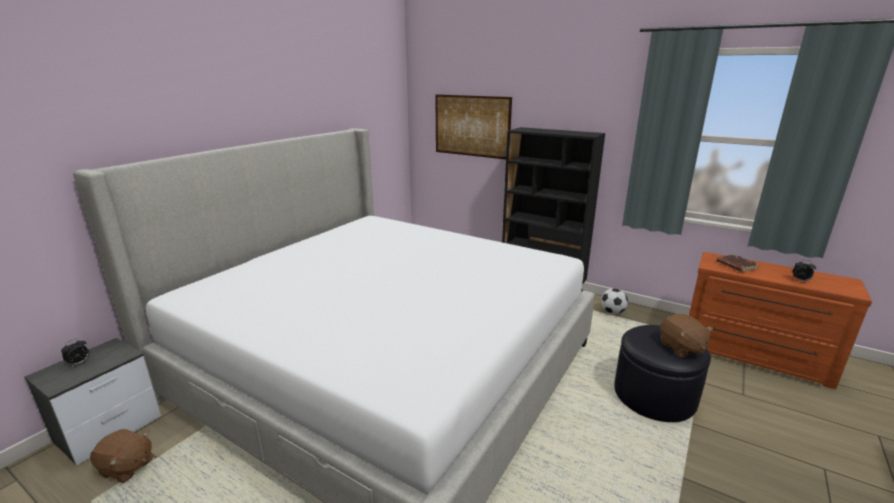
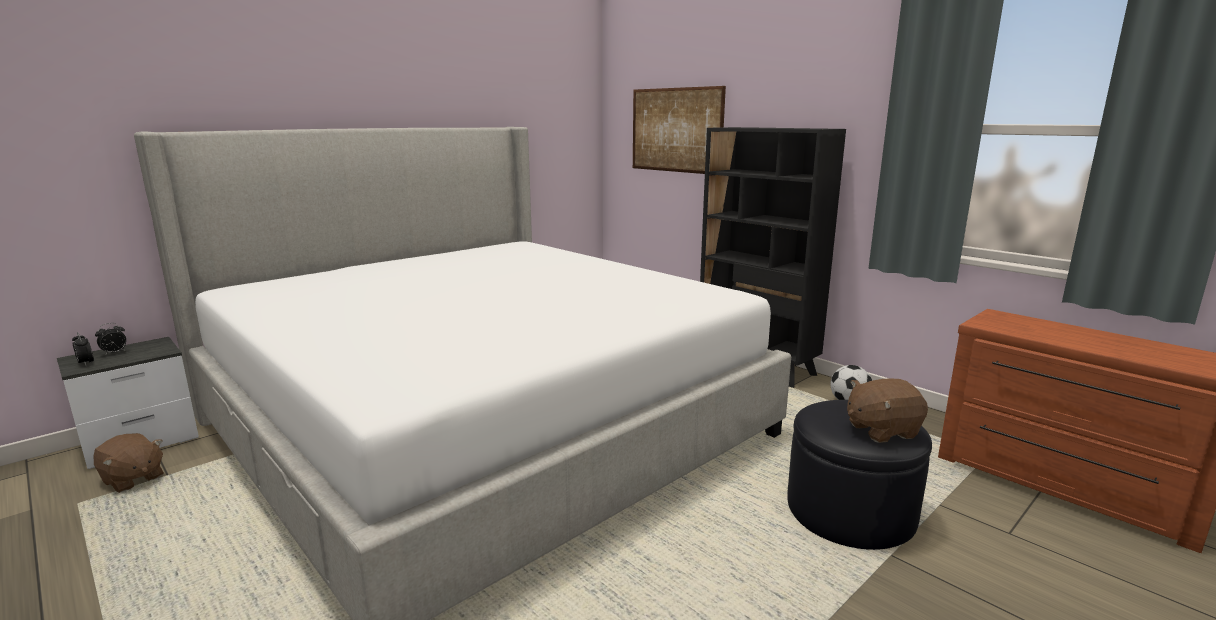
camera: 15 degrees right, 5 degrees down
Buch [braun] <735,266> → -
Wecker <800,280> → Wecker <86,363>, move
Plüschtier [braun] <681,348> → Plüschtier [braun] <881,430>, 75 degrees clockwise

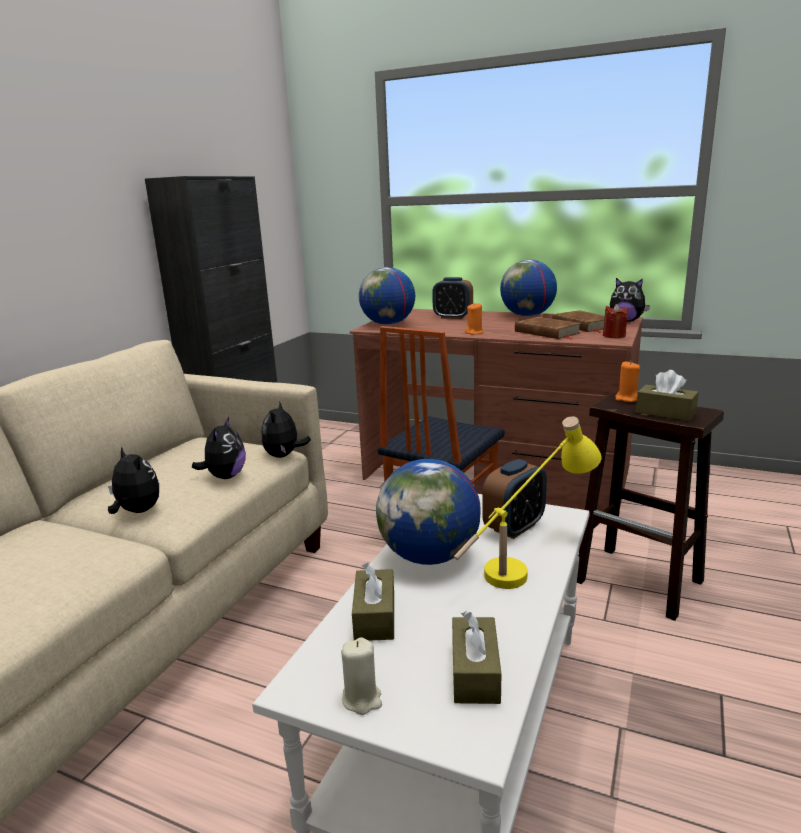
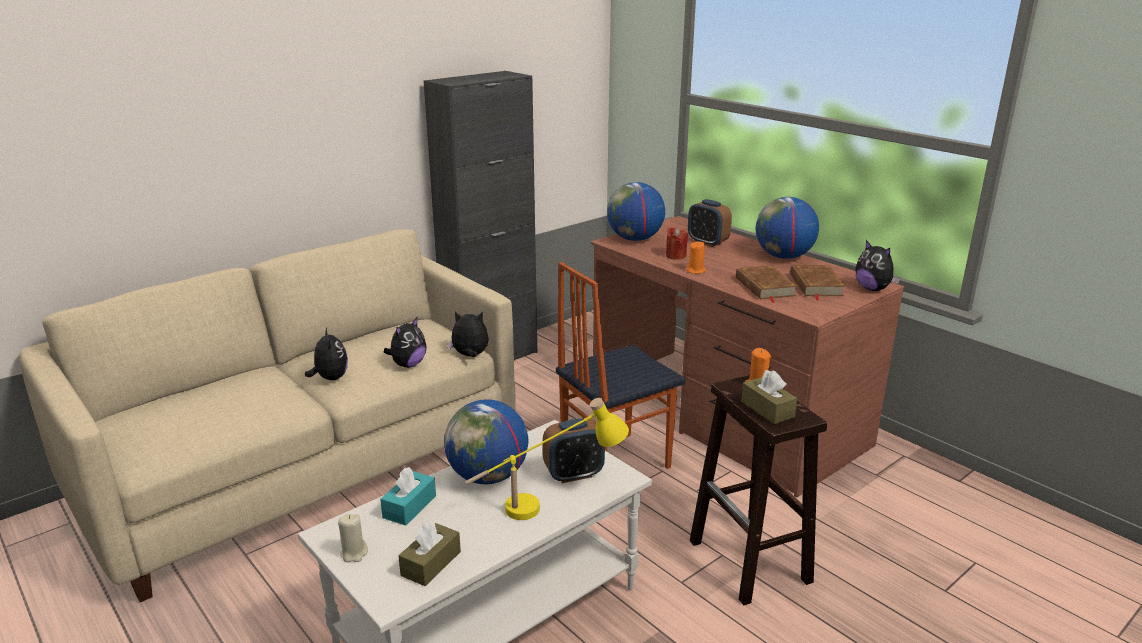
camera: 25 degrees right, 5 degrees up
Kerze [rot] <614,336> → Kerze [rot] <675,256>, move
Plüschtier <284,456> → Plüschtier <470,356>, 60 degrees clockwise
Taschentuchbox [braun] <375,616> → Taschentuchbox [türkis] <409,507>

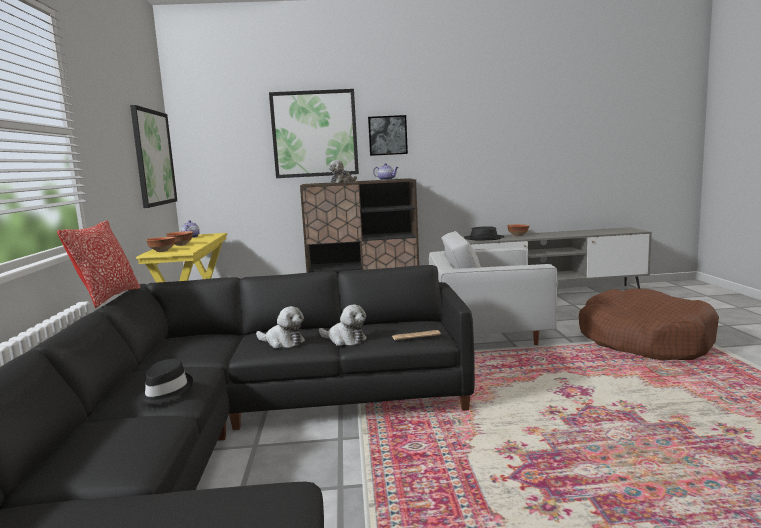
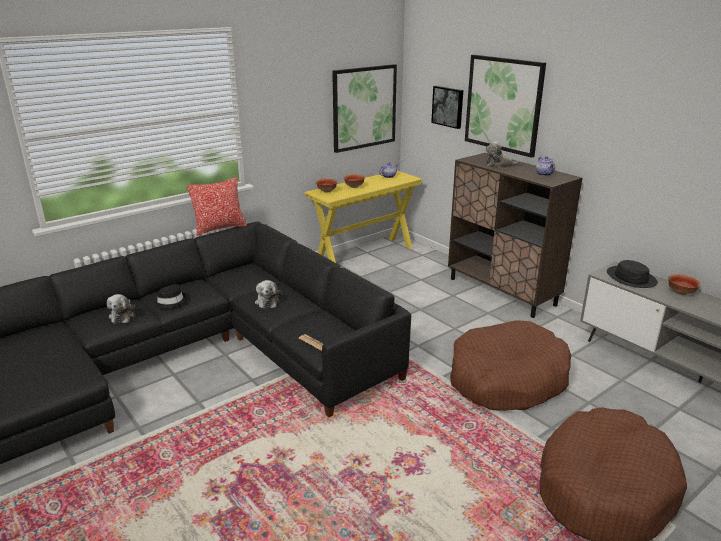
camera: 55 degrees right, 15 degrees up
Bild <387,135> → Bild <448,106>, move
Sessel [weiß] <489,334> → Hundebett [braun] <506,379>
Plüschtier <345,340> → Plüschtier <123,316>, move

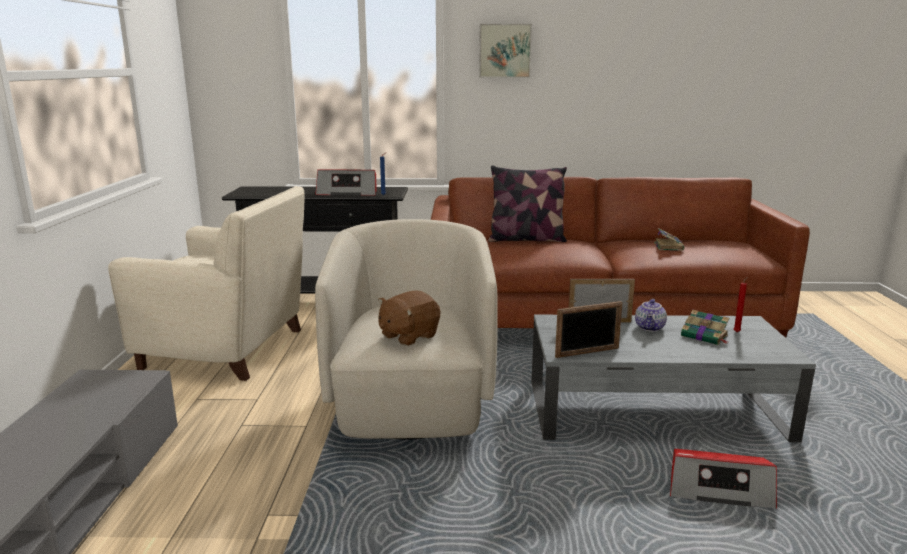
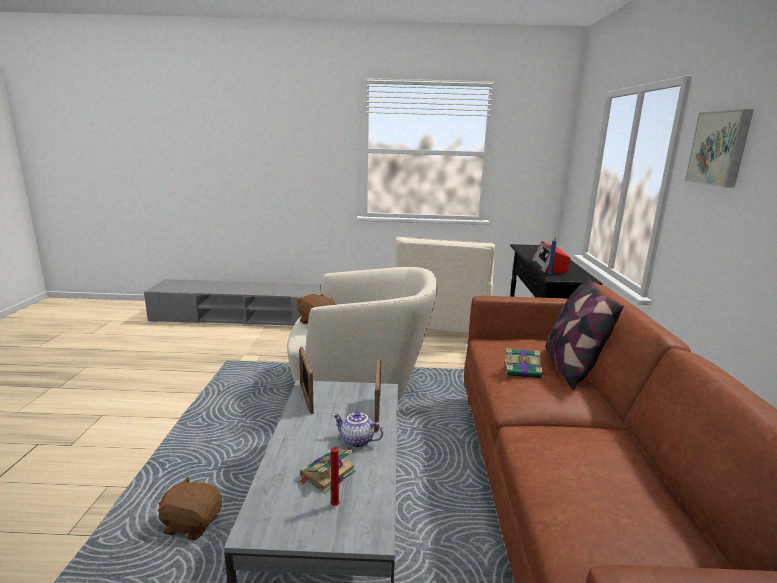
camera: 90 degrees right, 0 degrees up
Buch <668,246> → Buch <523,371>, move
Radio <718,490> → Plüschtier [braun] <192,523>

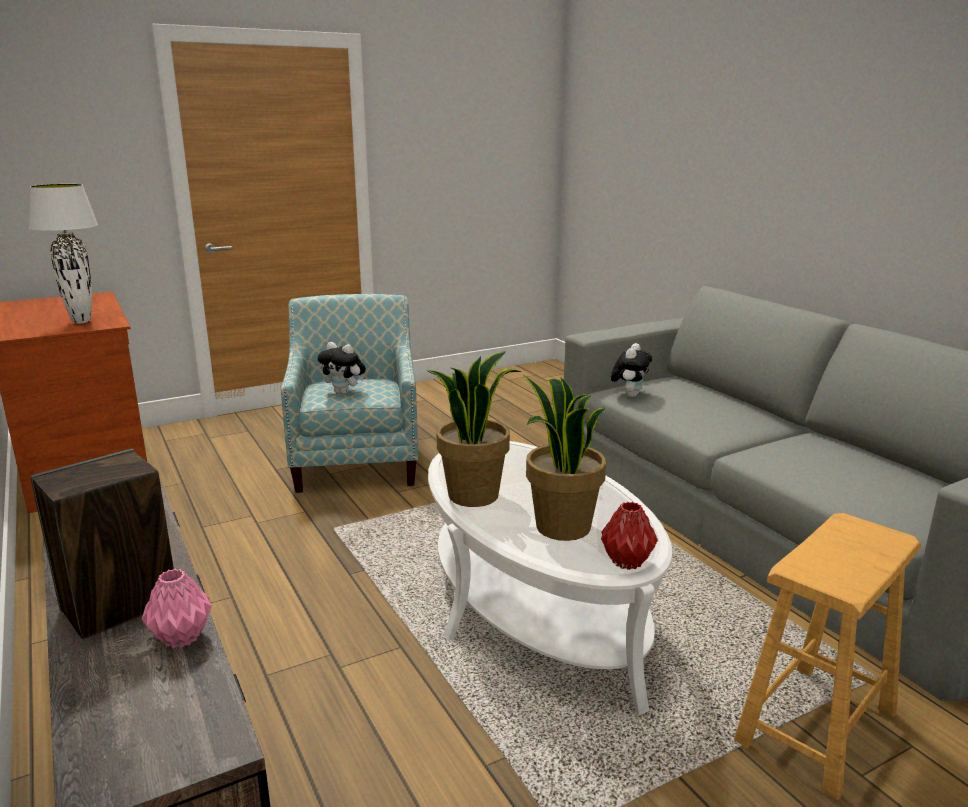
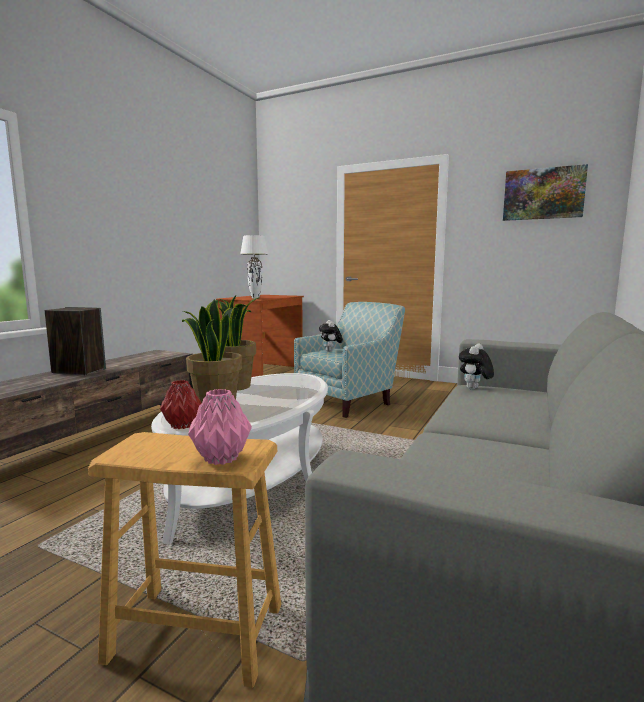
camera: 55 degrees right, 10 degrees down
Plüschtier <629,395> → Plüschtier <474,389>, 135 degrees clockwise
Vase [rosa] <180,638> → Vase [rosa] <220,458>, move
- → Bild <543,194>

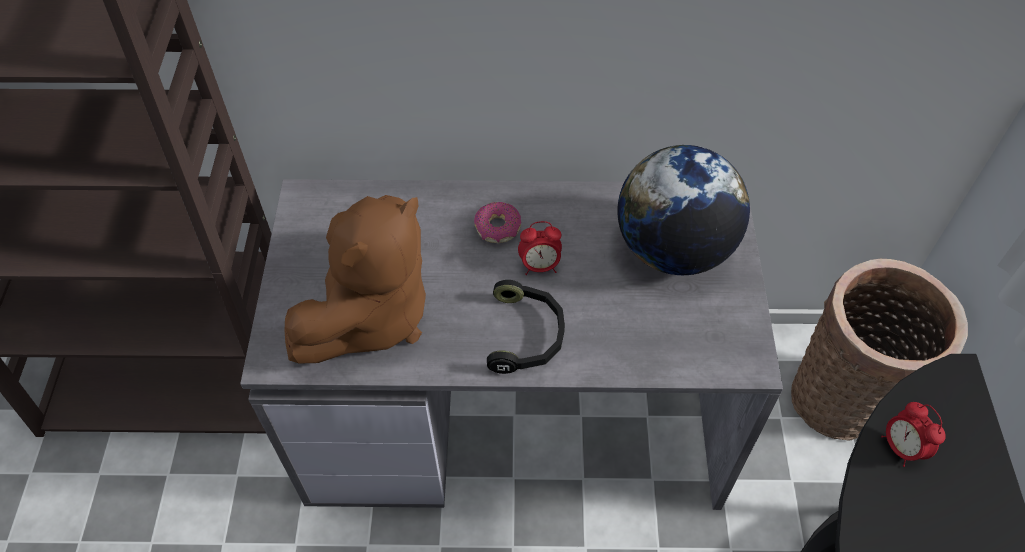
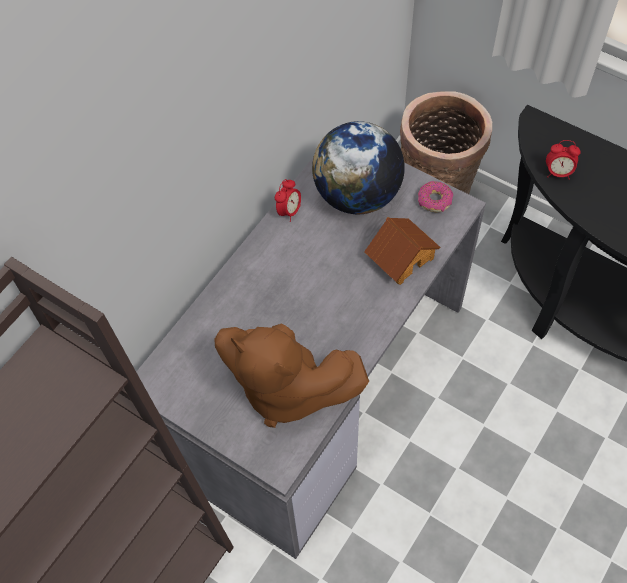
camera: 55 degrees left, 5 degrees up
Plüschtier [braun] <371,315> → Plüschtier [braun] <286,388>, 135 degrees clockwise
Donut <497,228> → Donut <434,201>, move
Wecker <540,266> → Wecker <289,211>, move
Kopfhörer [schwarz] <526,335> → -
- → Spielzeughaus <401,257>

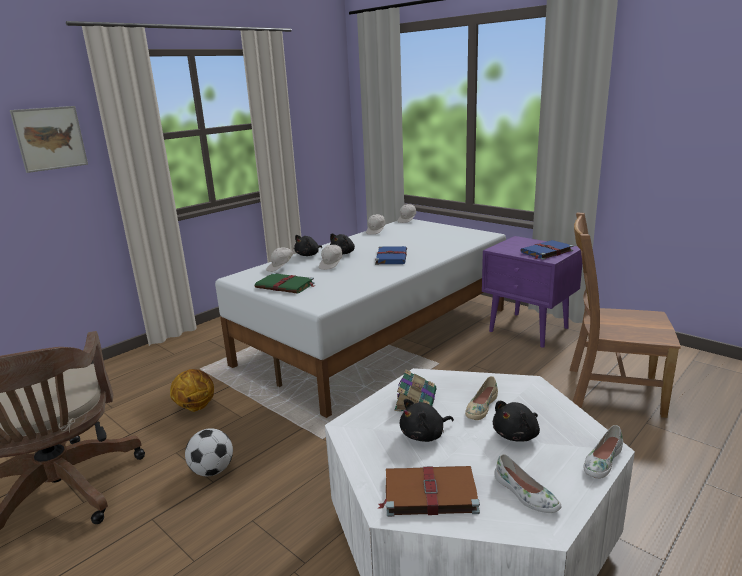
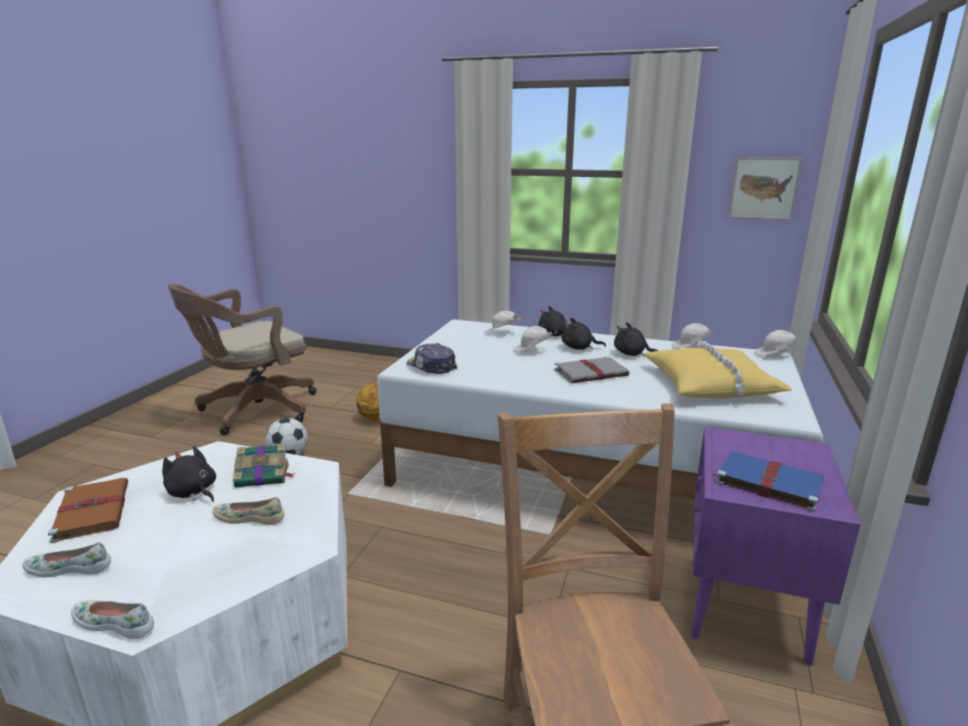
camera: 65 degrees right, 0 degrees up
Bild <50,138> → Bild <764,188>, move
Buch [blau] <391,257> → Buch [grau] <592,373>
Buch [grün] <286,286> → -
Plüschtier [schwarz] <517,435> → Plüschtier [schwarz] <632,354>, move
Schuh [weiß] <525,494> → Schuh [weiß] <69,568>, 60 degrees clockwise
- → Kissen [gelb] <711,384>
- → Kappe <431,367>

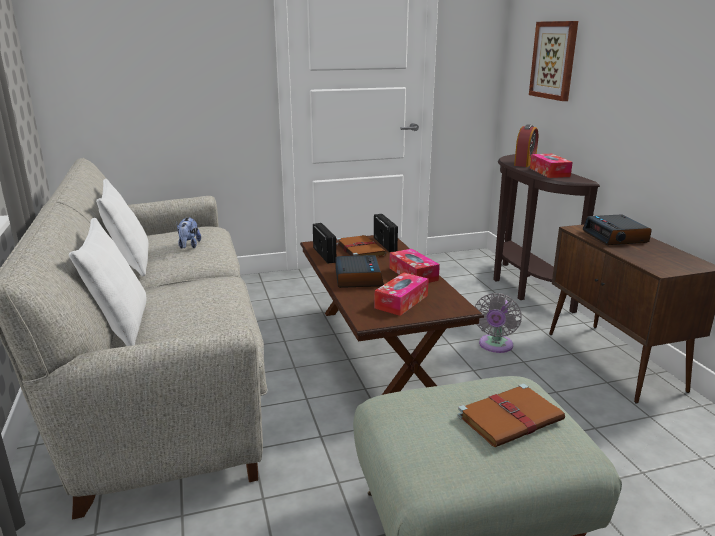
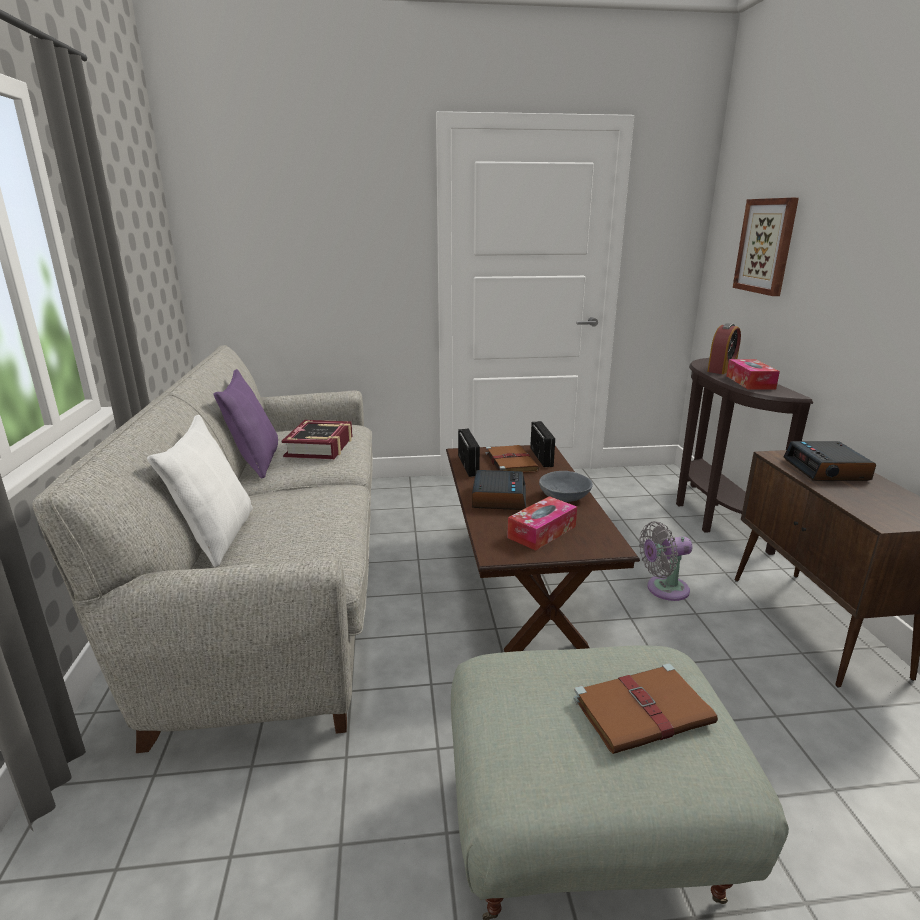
camera: 10 degrees right, 0 degrees up
Kissen [weiß] <130,262> → Kissen [lila] <255,461>
Plüschtier <189,246> → Buch <320,447>
Taschentuchbox <413,274> → Schüssel [grau] <565,497>
Ventilator [grau] <495,346> → Ventilator [grau] <663,589>, 45 degrees clockwise

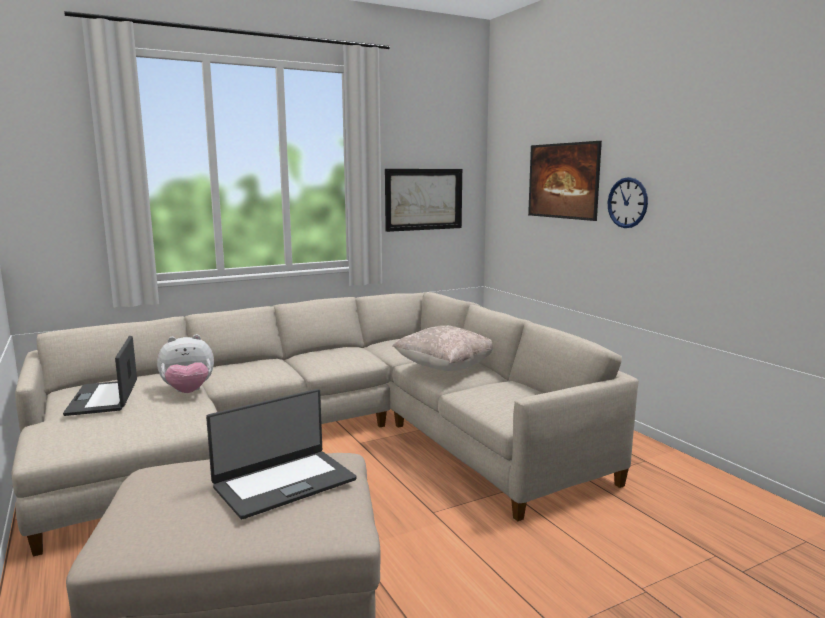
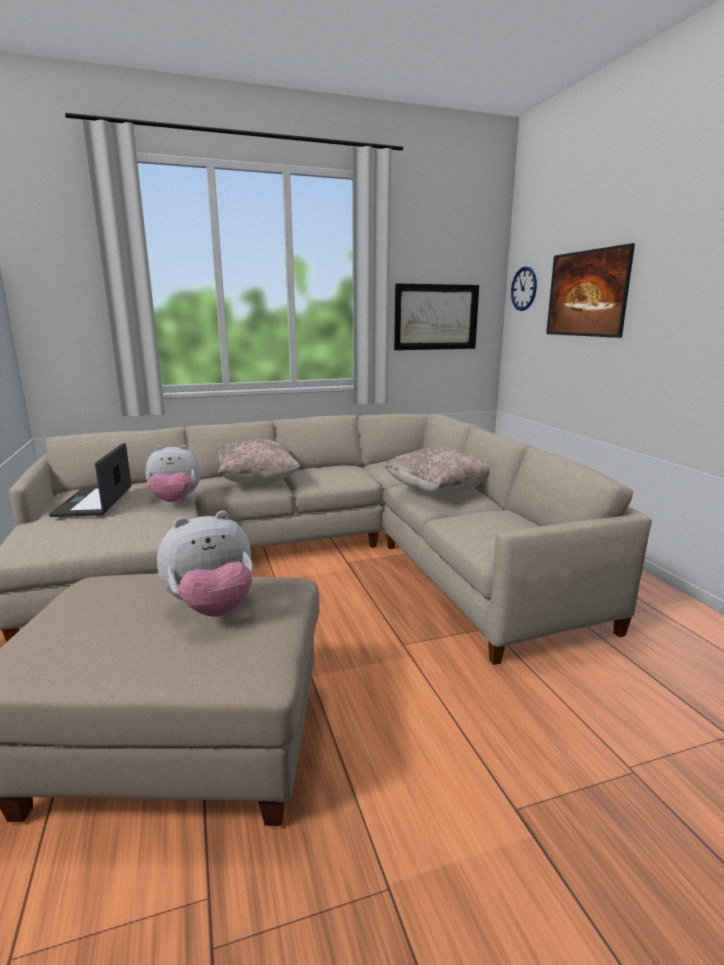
camera: 10 degrees right, 5 degrees up
Wanduhr <627,203> → Wanduhr <524,288>, move
Laptop <284,483> → Plüschtier <212,608>
- → Kissen [beige] <257,481>

